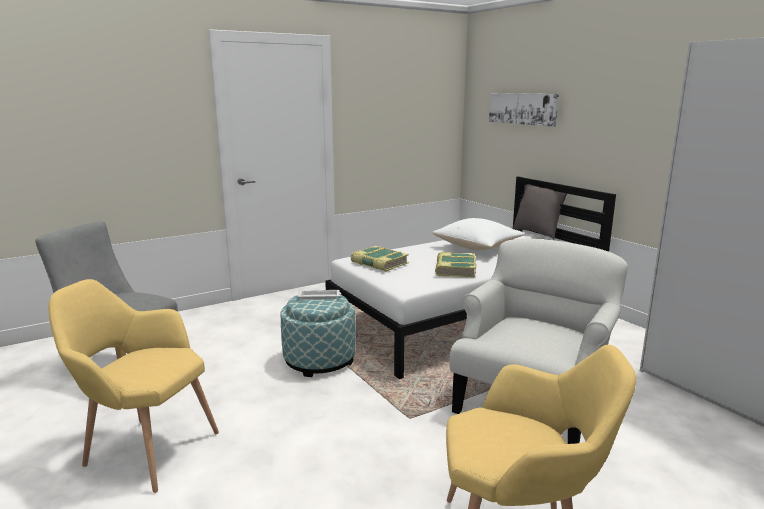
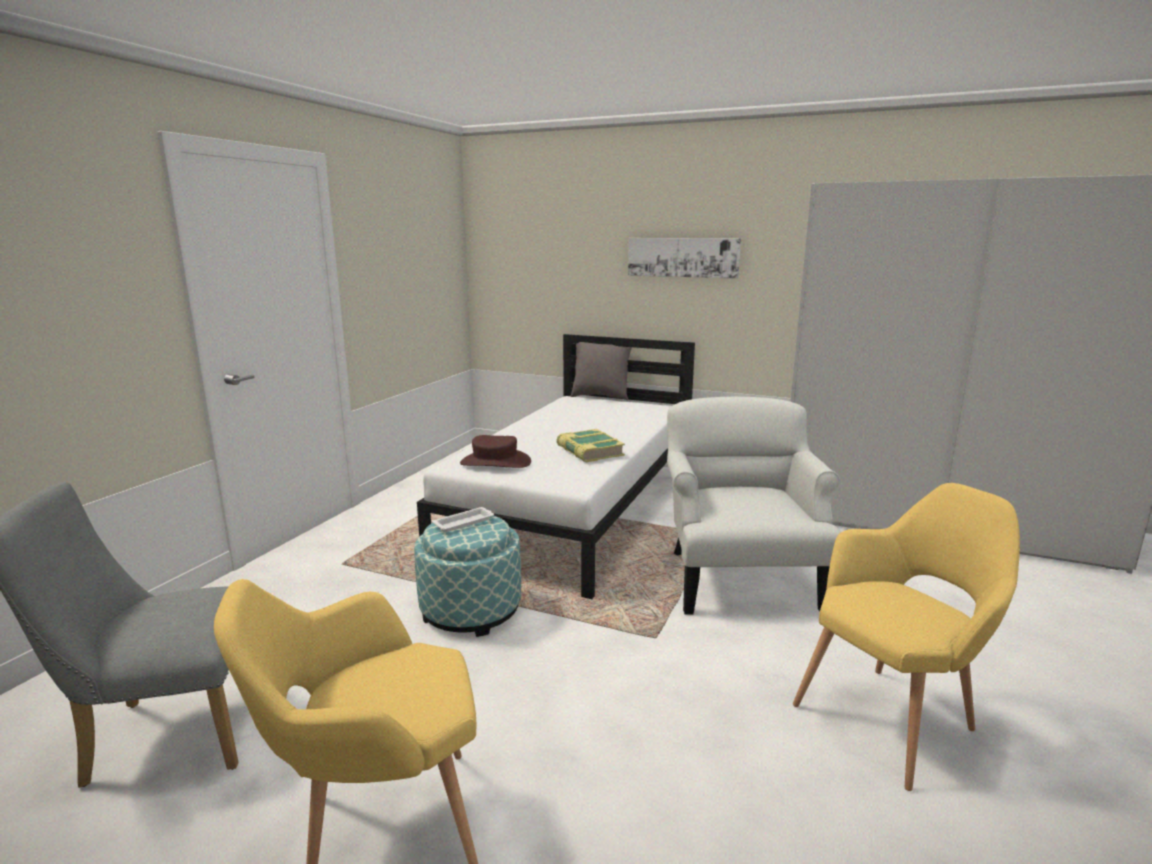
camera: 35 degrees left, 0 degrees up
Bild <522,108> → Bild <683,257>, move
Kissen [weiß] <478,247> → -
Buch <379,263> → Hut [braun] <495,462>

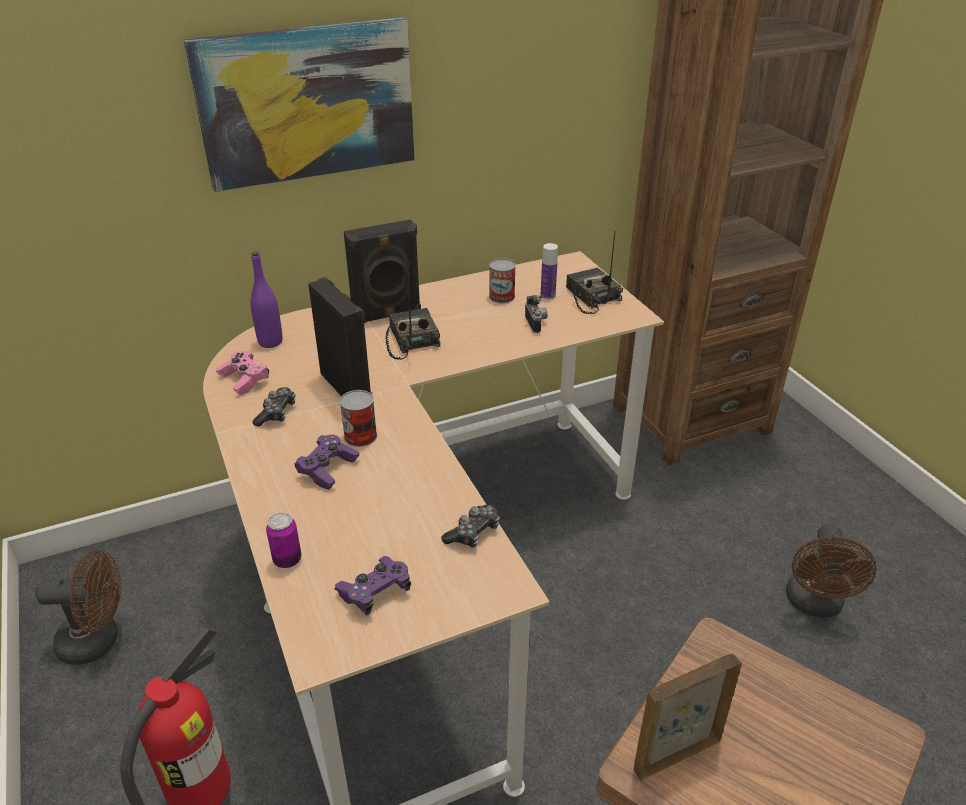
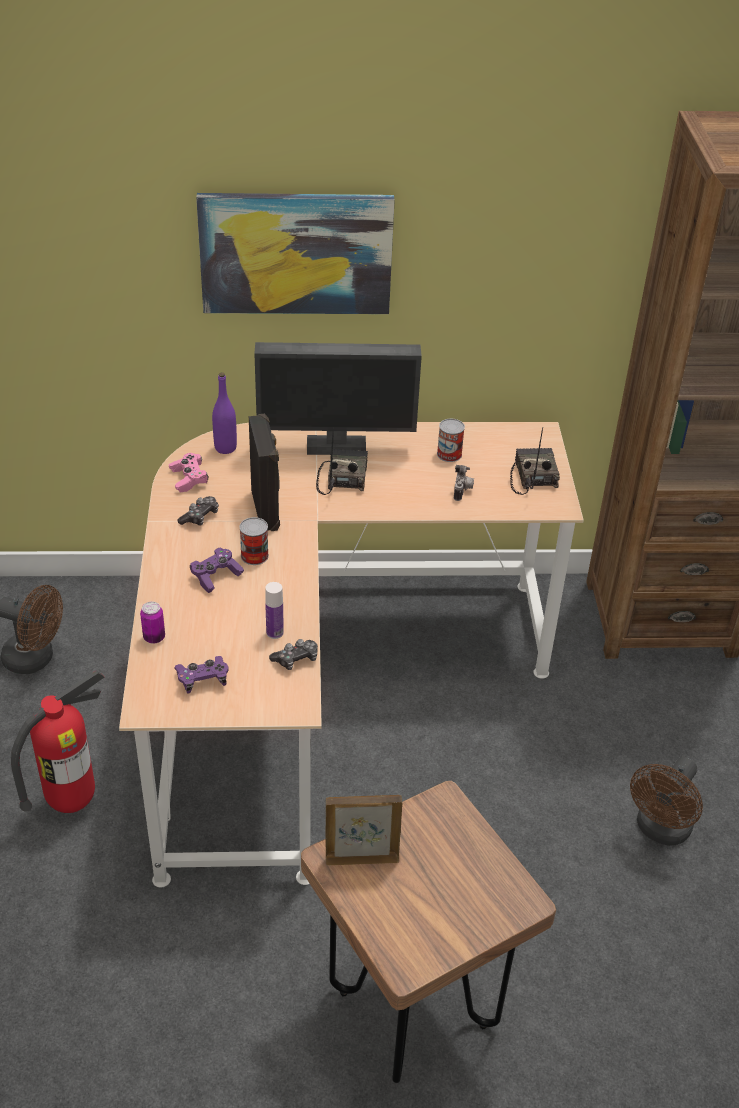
camera: 20 degrees right, 5 degrees up
Lautsprecher [schwarz] <387,315> → Monitor <336,447>
Flasche <547,295> → Flasche <274,632>, move

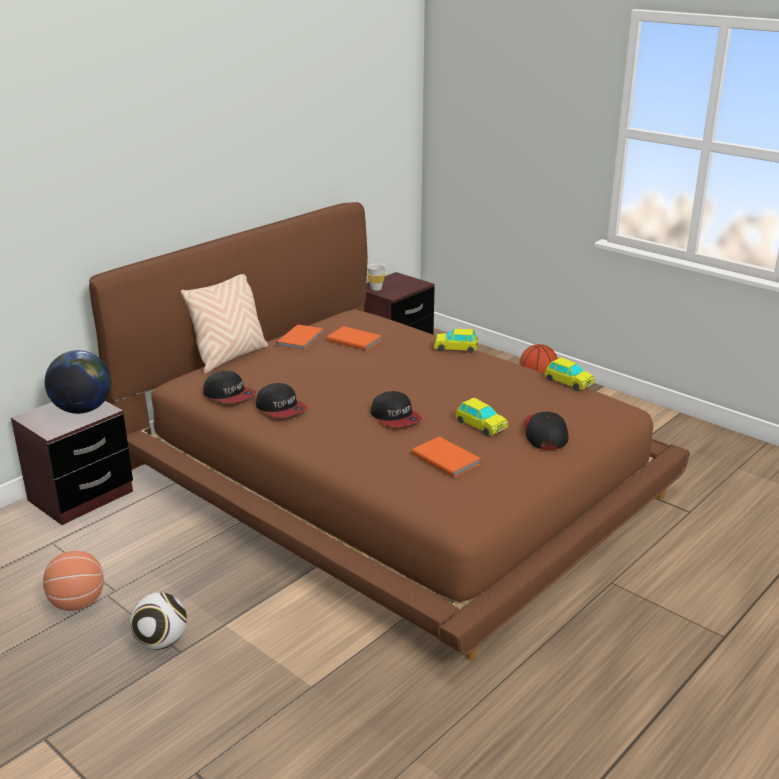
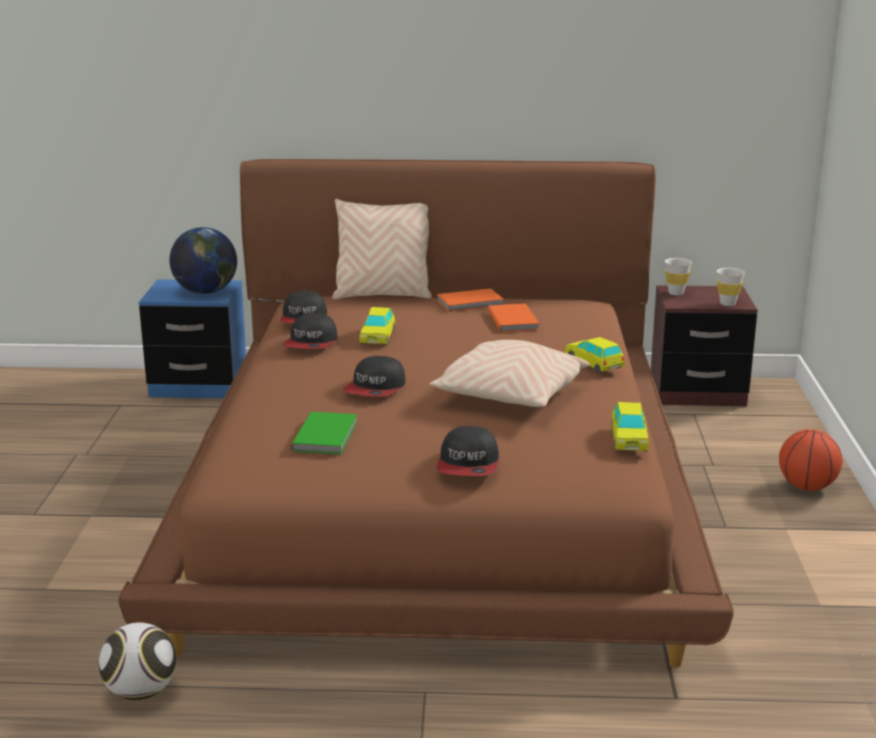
camera: 50 degrees right, 5 degrees down
Spielzeugauto <481,425> → Spielzeugauto <377,337>, move
Nachttisch [braun] <81,496> → Nachttisch [blau] <198,385>
Kappe <545,434> → Kappe <468,464>, 135 degrees clockwise
Buch [orange] <446,458> → Buch [grün] <327,436>
Basketball <77,603> → -
Fußball <161,642> → Fußball <141,692>, move
- → Tasse [weiß] <727,304>
- → Kissen [beige] <510,396>

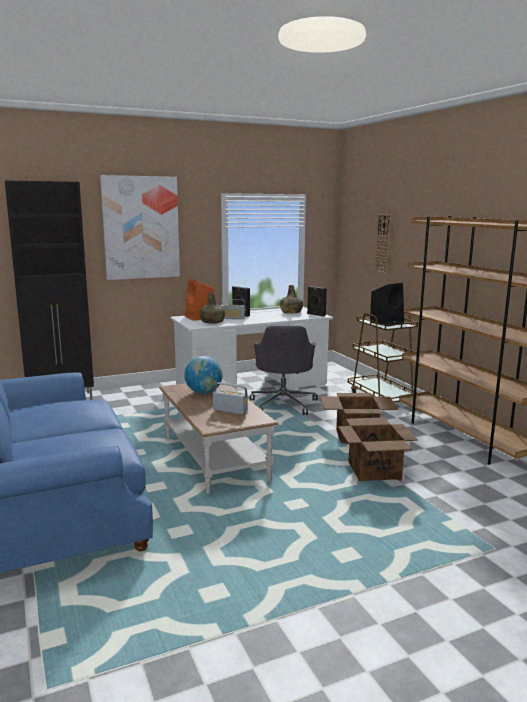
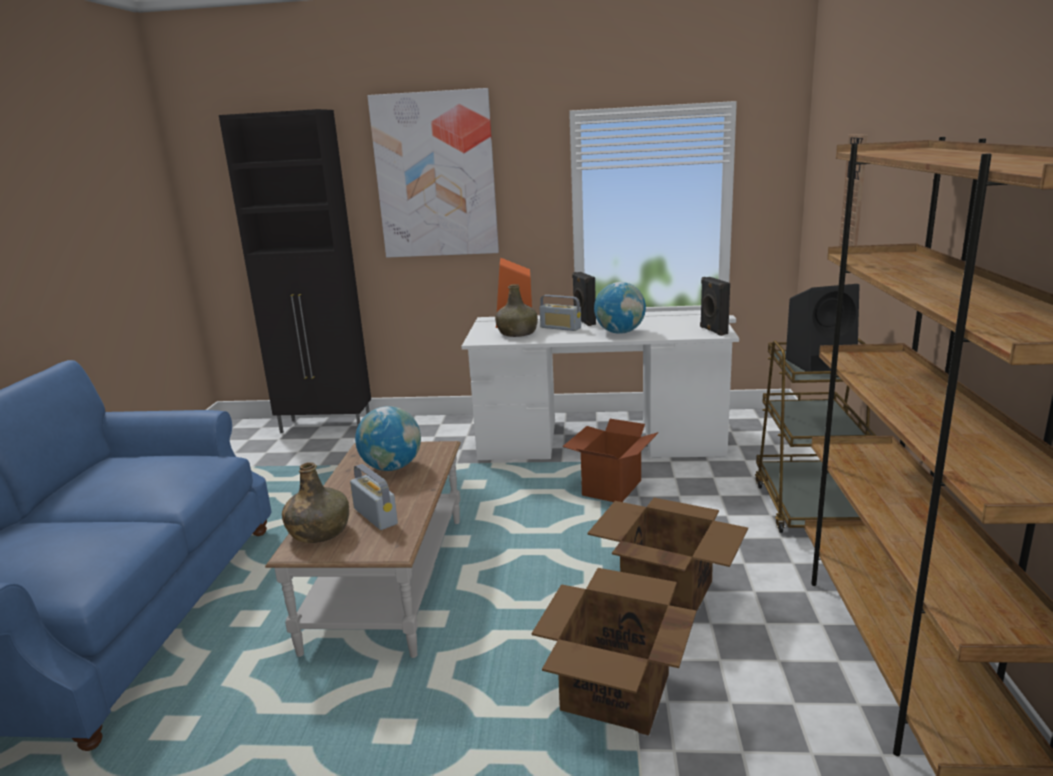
camera: 30 degrees right, 5 degrees up
Flasche [grün] <291,312> → Flasche [grün] <319,532>, move
Bürostuhl [grau] <283,404> → Karton <611,488>
- → Globus <620,332>

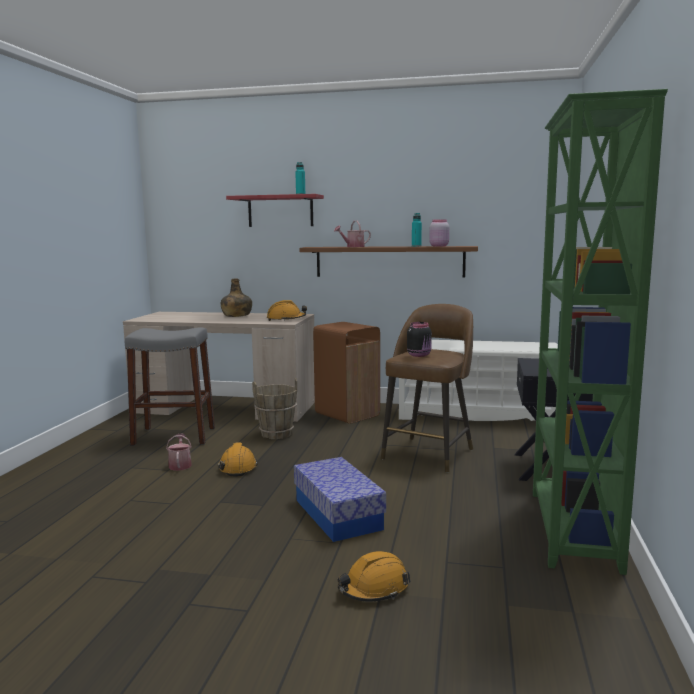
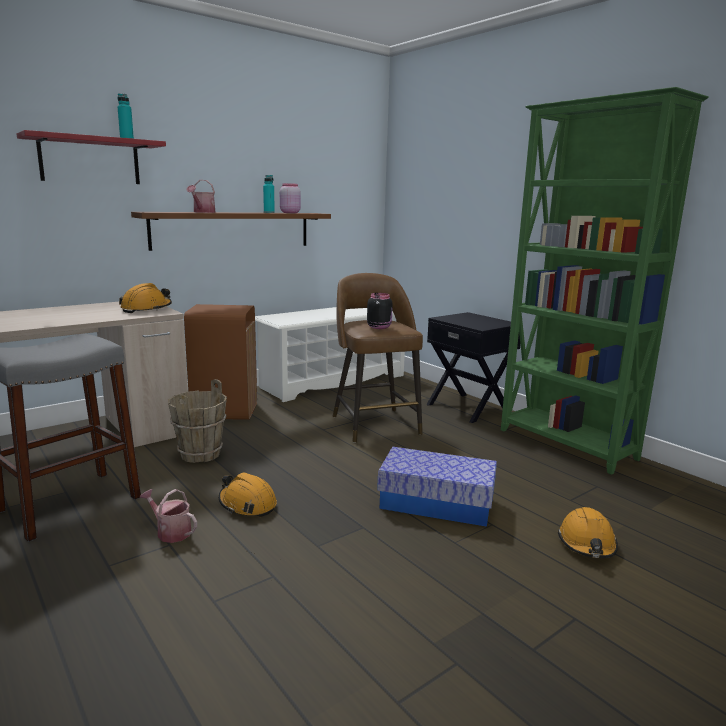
camera: 50 degrees left, 5 degrees up
Flasche [grün] <236,315> → -

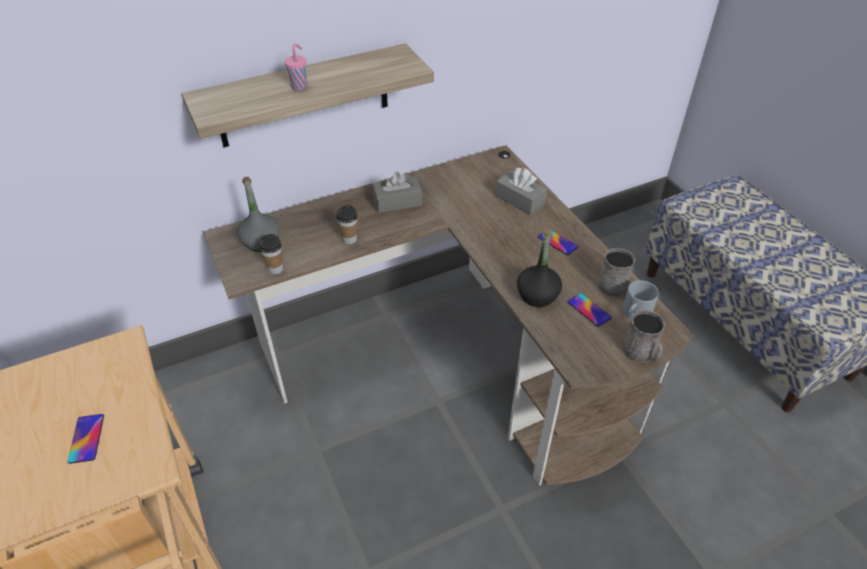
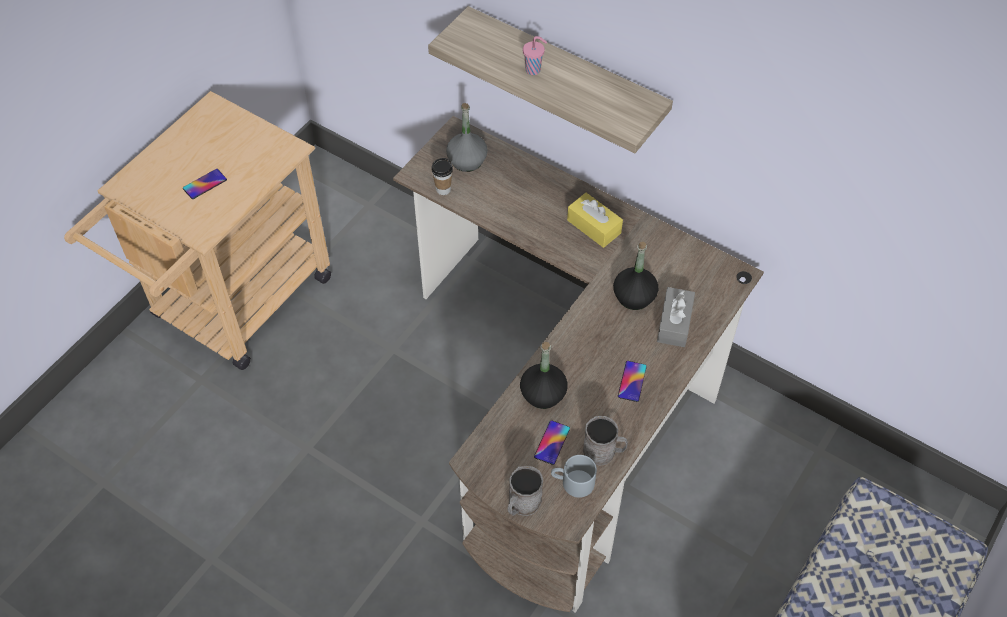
camera: 60 degrees right, 10 degrees up
Taschentuchbox [grau] <397,202> → Taschentuchbox [gelb] <594,226>
Tasse <349,239> → -
- → Flasche [schwarz] <634,296>

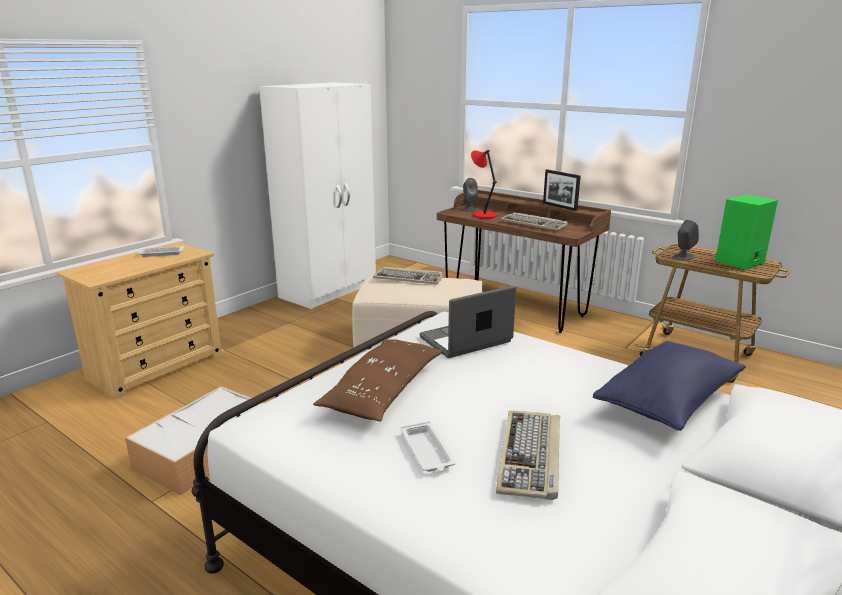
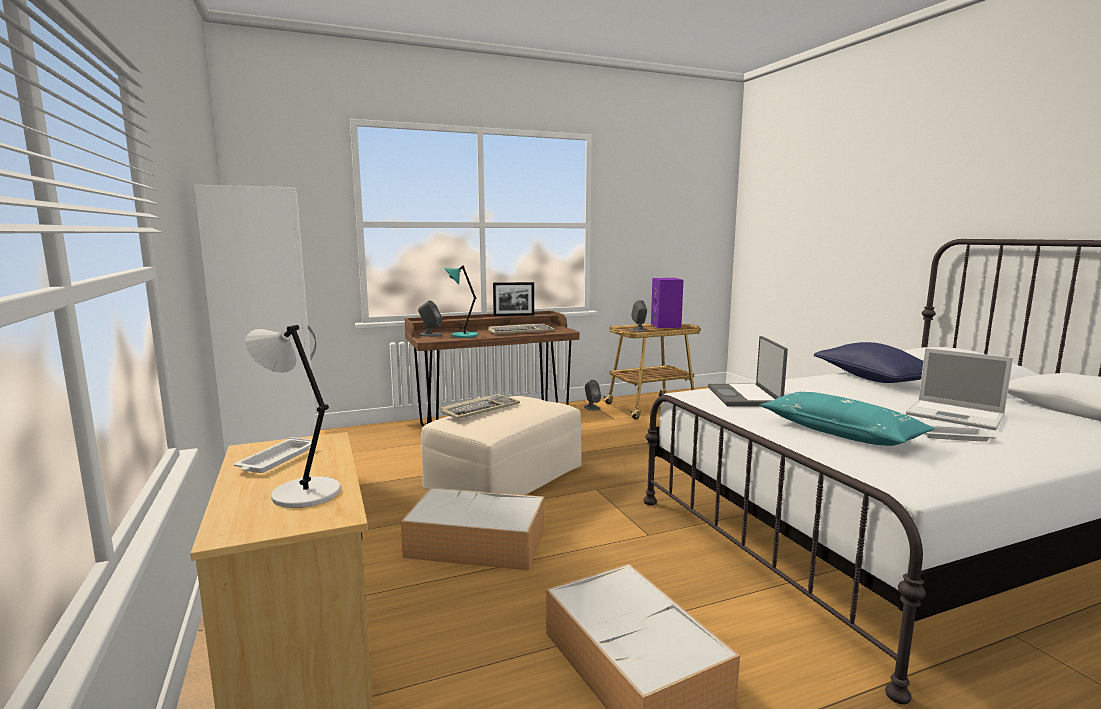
camera: 60 degrees left, 10 degrees down
Tischlampe [rot] <483,215> → Tischlampe [türkis] <462,335>
Lautsprecher [grün] <740,262> → Lautsprecher [lila] <666,326>
Kissen [braun] <383,391> → Kissen [türkis] <840,432>
Tastatur <531,457> → Laptop <956,415>
- → Tischlampe [grau] <302,493>
- → Lautsprecher [grau] <592,408>
- → Aufbewahrungsbox <474,543>

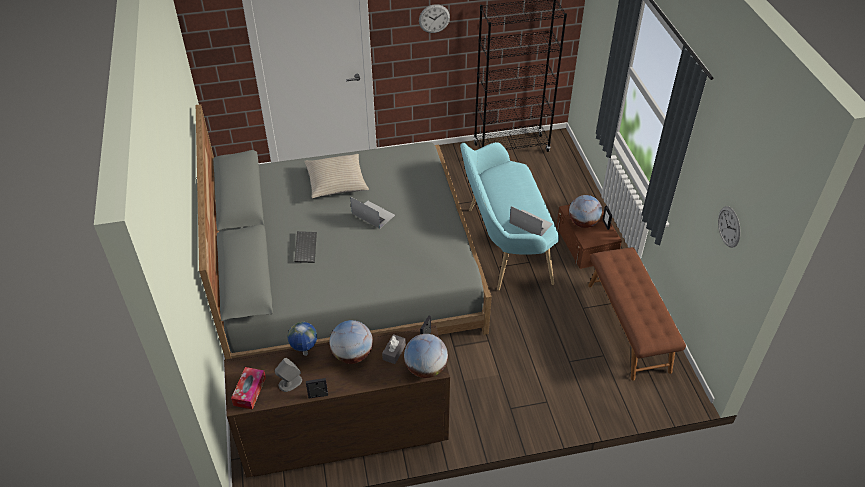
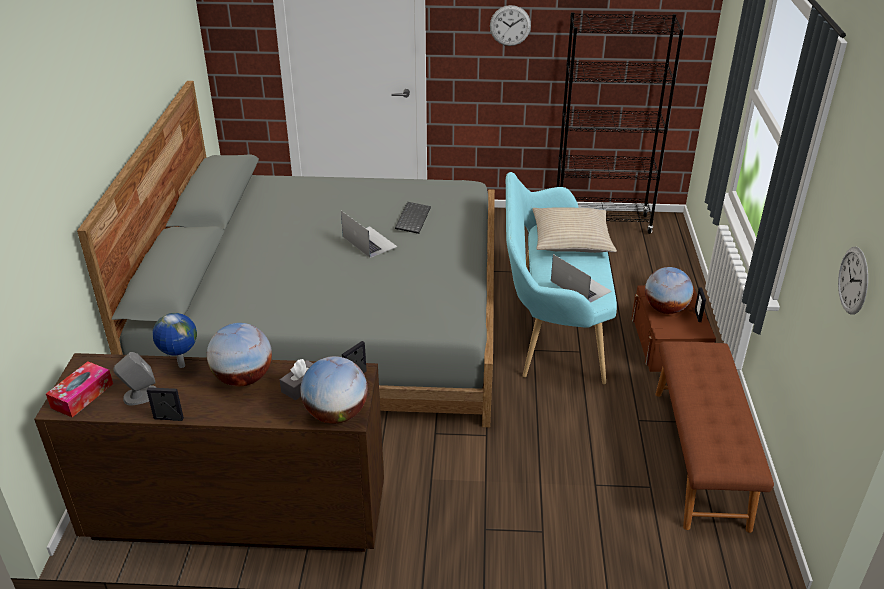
camera: 15 degrees right, 10 degrees down
Kissen [beige] <336,182> → Kissen [beige] <571,239>, move
Tastatur <305,247> → Tastatur <412,218>, move

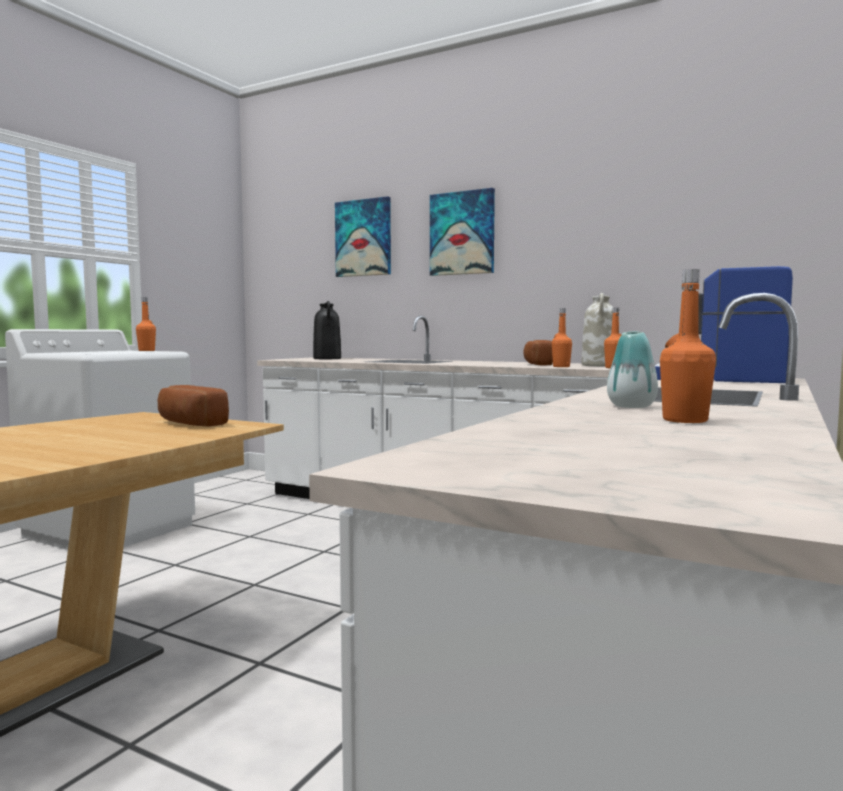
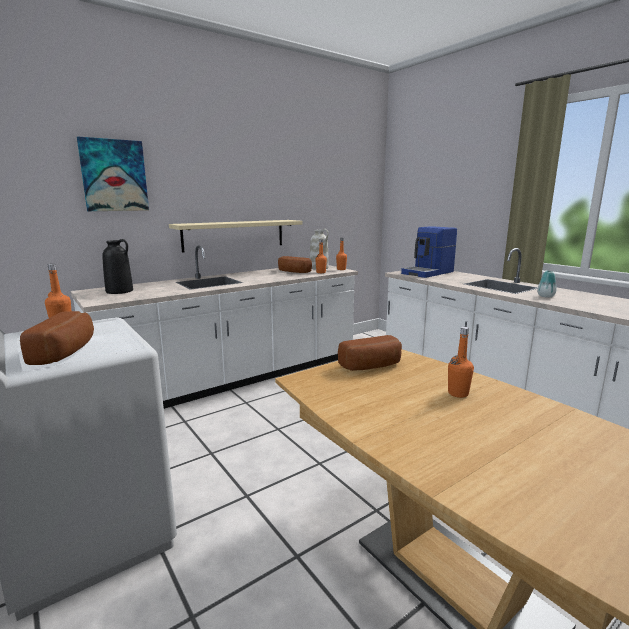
camera: 65 degrees left, 10 degrees up
Bild <462,233> → -
Flasche [orange] <685,420> → Flasche [orange] <458,393>, move
- → Wandregal [beige] <234,235>
- → Brot <68,351>

